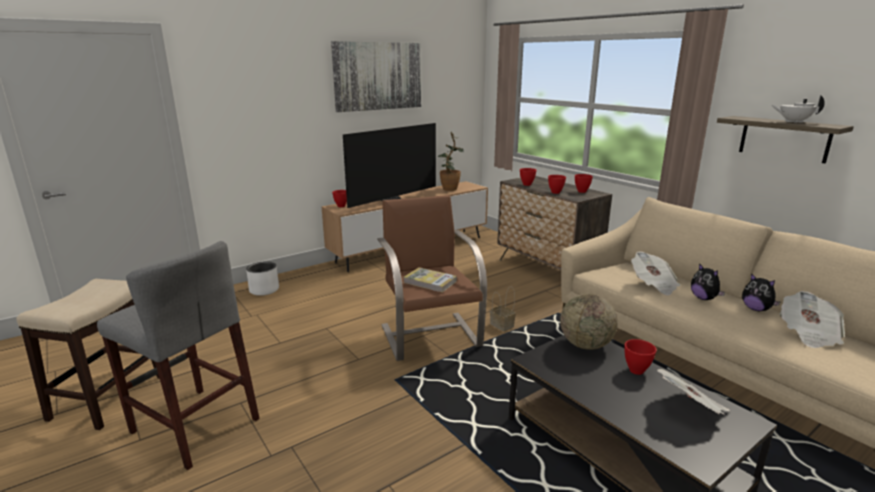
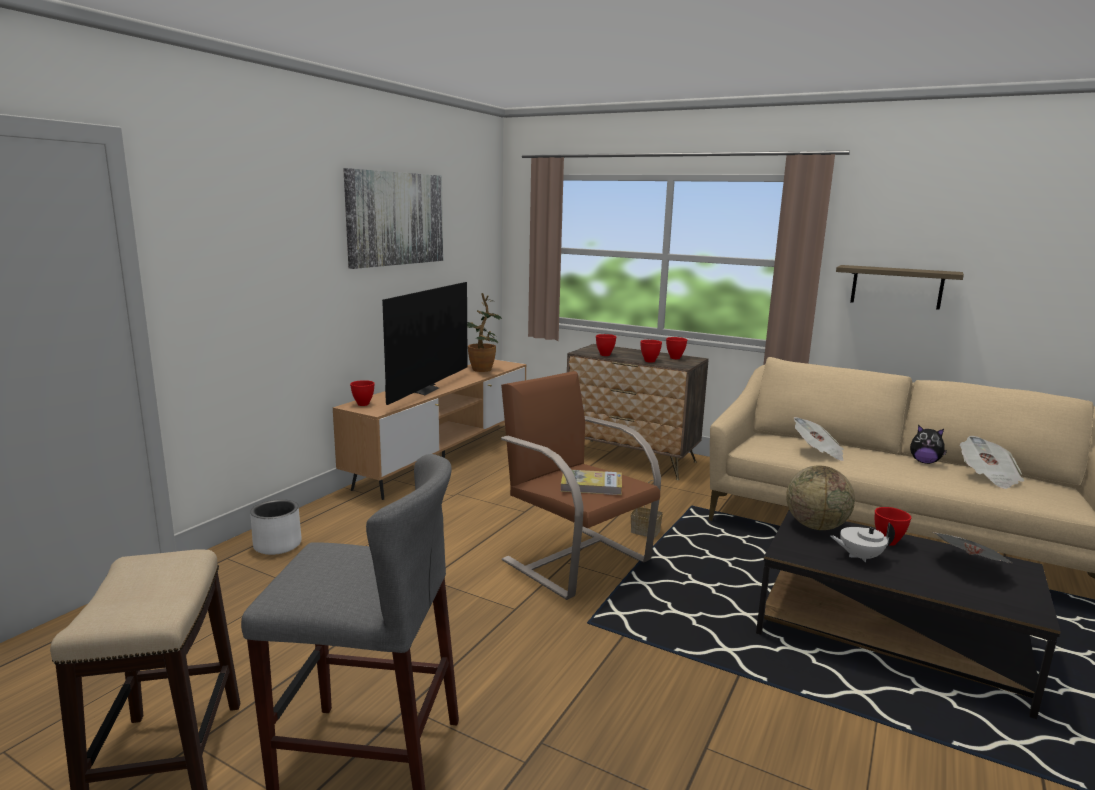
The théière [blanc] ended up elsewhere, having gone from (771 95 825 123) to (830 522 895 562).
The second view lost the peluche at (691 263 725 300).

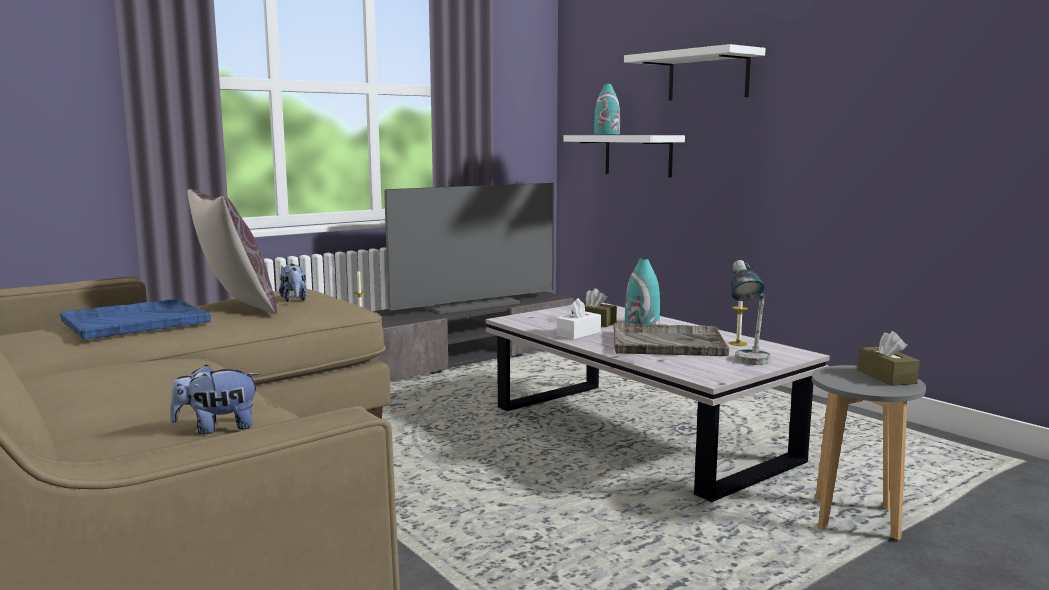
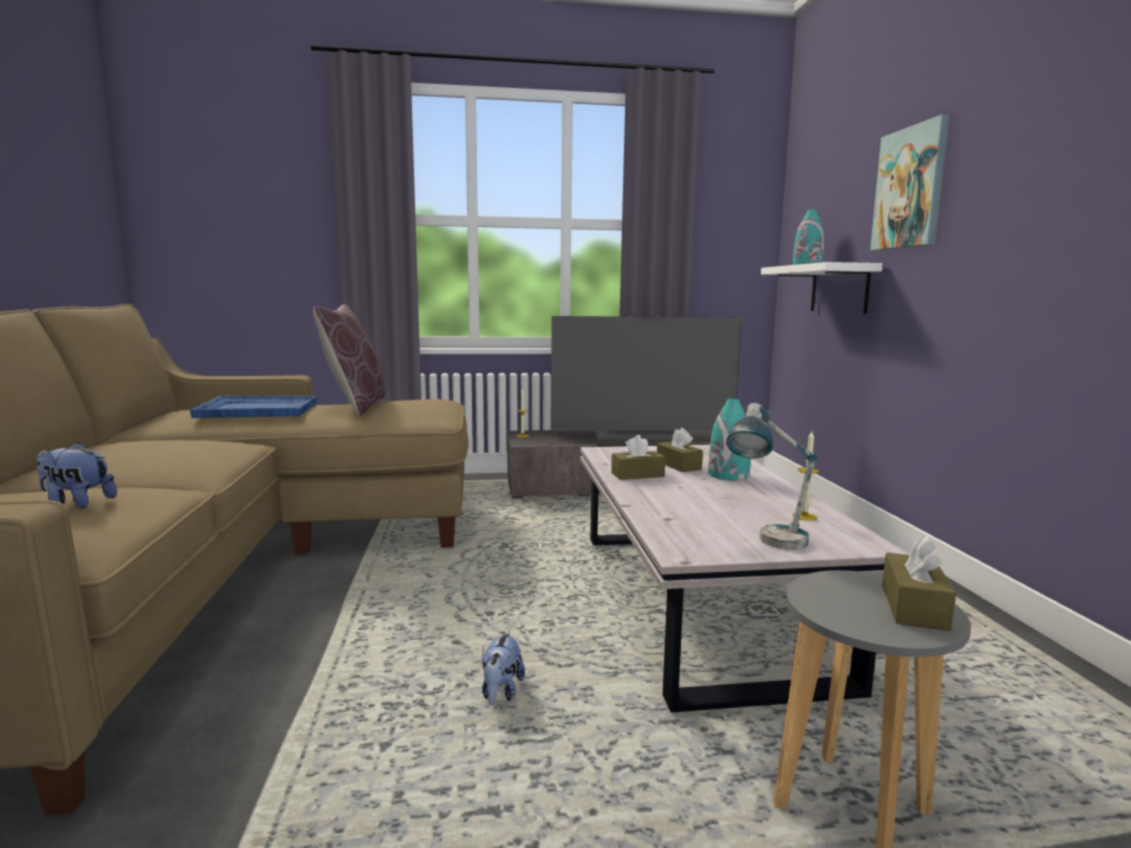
Where the étagère [blanc] hung at (624 44 766 100), the tableau came to hang at (870 114 950 250).
The peluche ended up elsewhere, having gone from (279 264 307 302) to (482 631 525 706).
What was the boîte à mouchoirs [blanc] at (557 298 601 340) turned into the boîte à mouchoirs [marron] at (611 435 665 480).
The second view lost the plateau [gris] at (613 322 729 356).

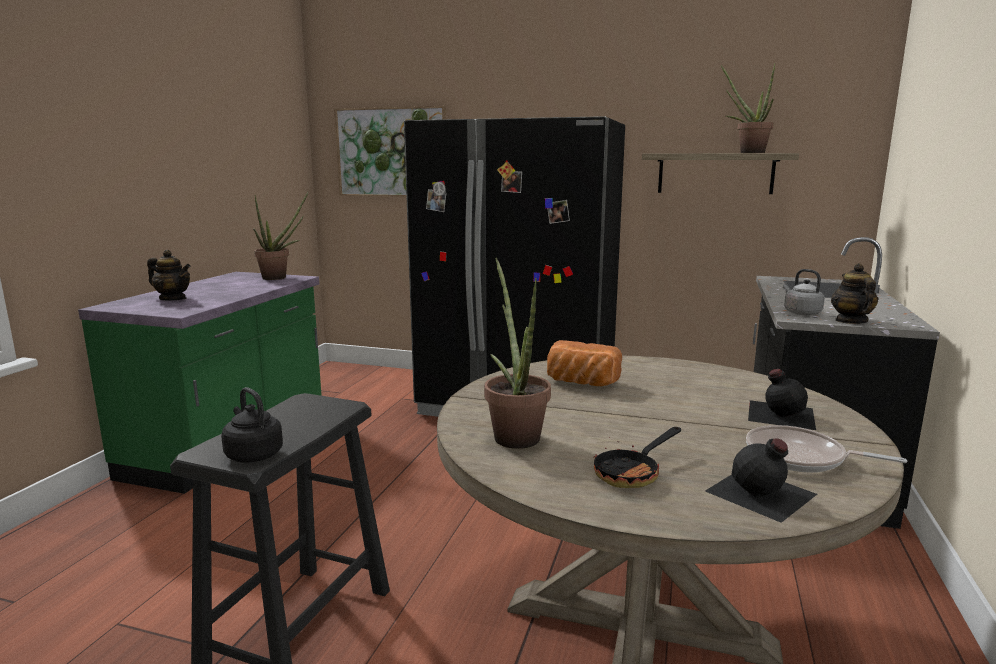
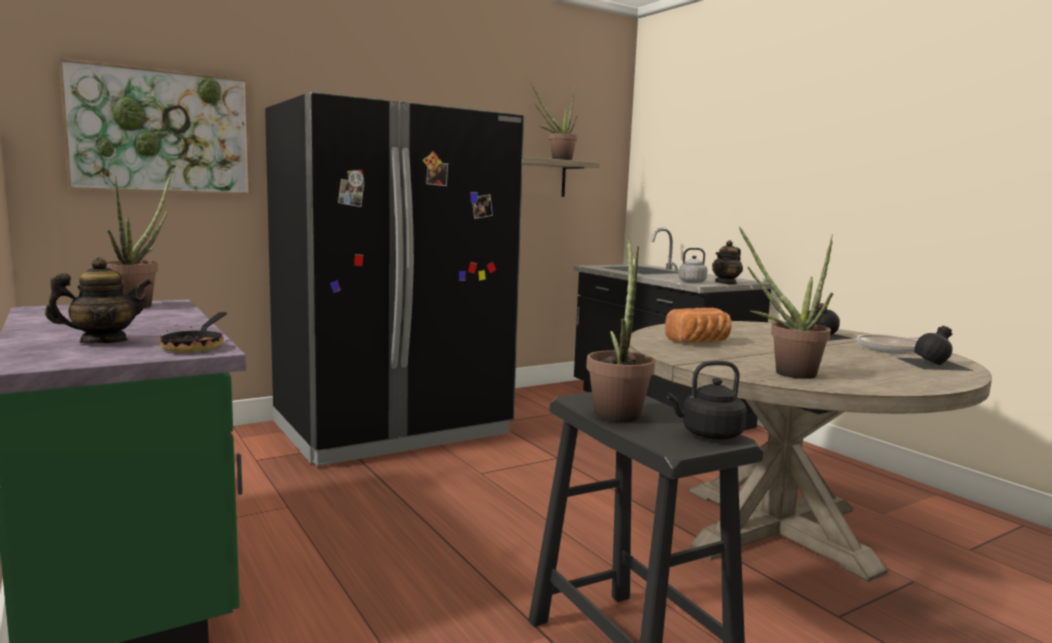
The théière at (831 263 878 324) ended up facing another way, 90 degrees counterclockwise from before.
The poêle ended up elsewhere, having gone from (593 427 681 488) to (159 312 227 353).
The second view gained the plante en pot at (586 236 655 422).

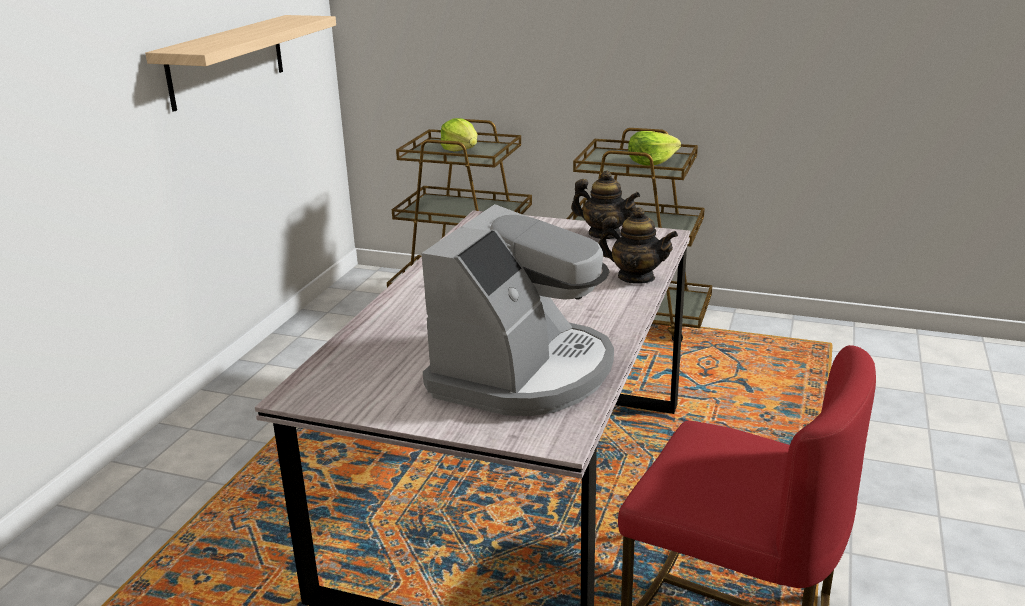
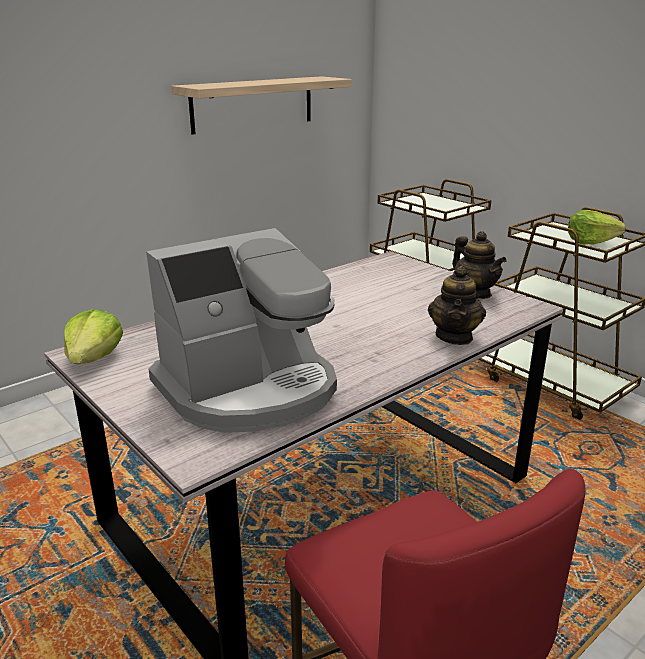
The laitue ended up elsewhere, having gone from (441 118 477 151) to (64 309 123 364).
The théière at (598 207 678 284) ended up facing another way, 45 degrees clockwise from before.

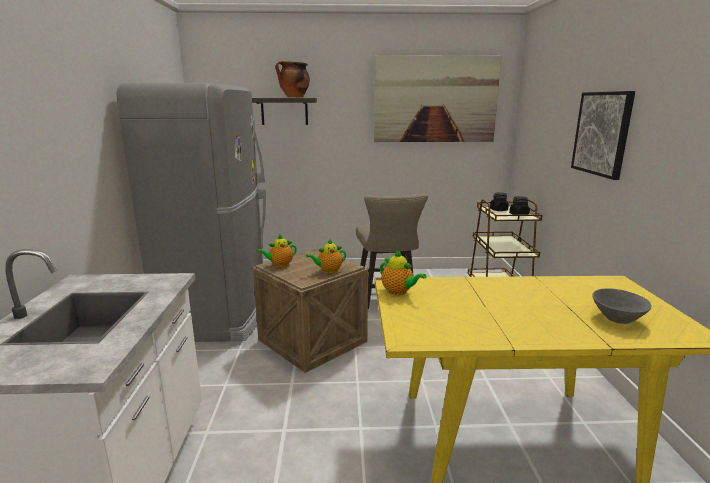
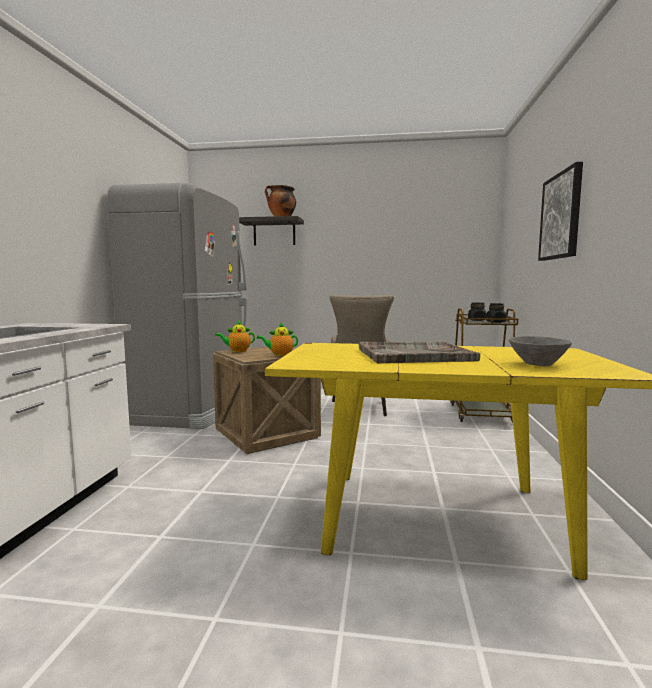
The second view lost the tableau at (374 55 501 142).
The second view lost the théière at (380 250 427 296).
The second view gained the plateau [gris] at (359 342 480 364).

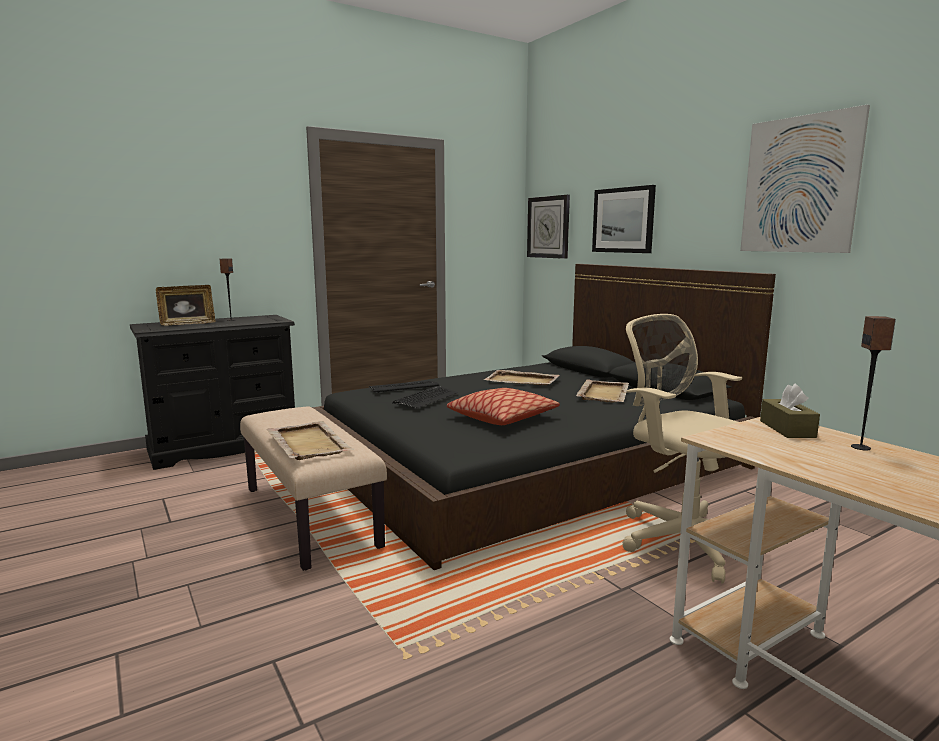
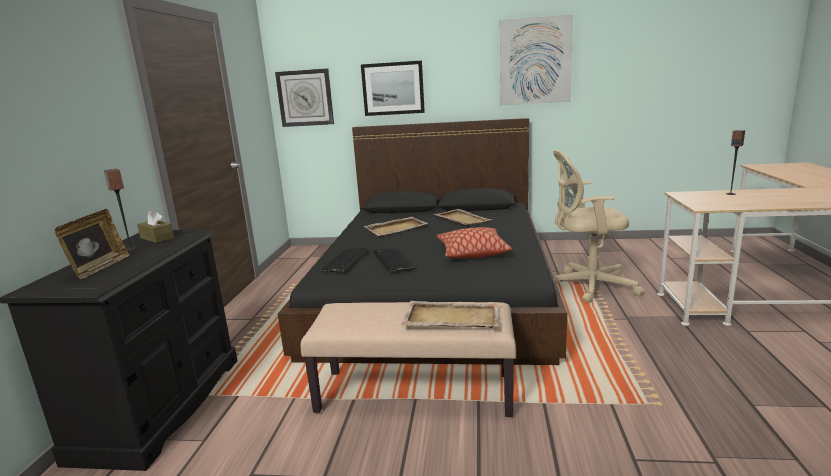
The boîte à mouchoirs [marron] ended up elsewhere, having gone from (760 383 820 438) to (137 209 174 243).

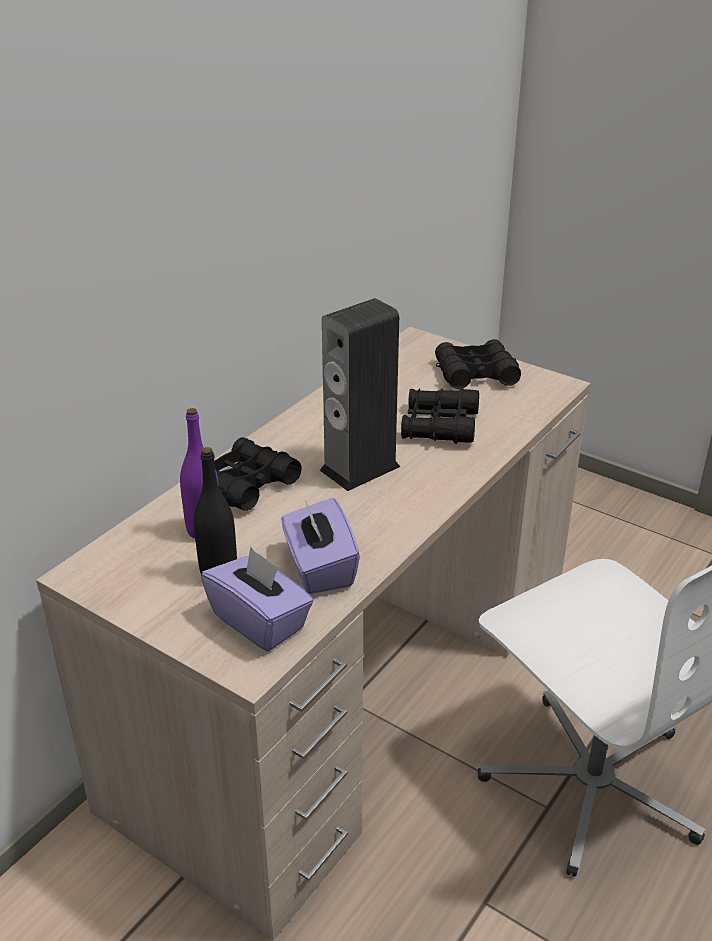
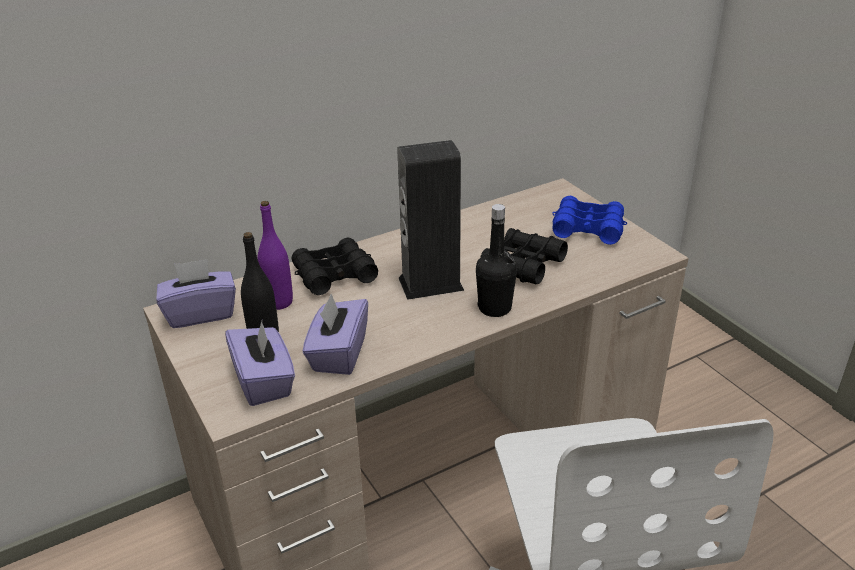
What was the jumelles [noir] at (435 339 521 389) turned into the jumelles [bleu] at (552 196 627 245).
The second view gained the bouteille [noir] at (476 204 517 317).
The second view gained the boîte à mouchoirs [violet] at (156 259 236 328).

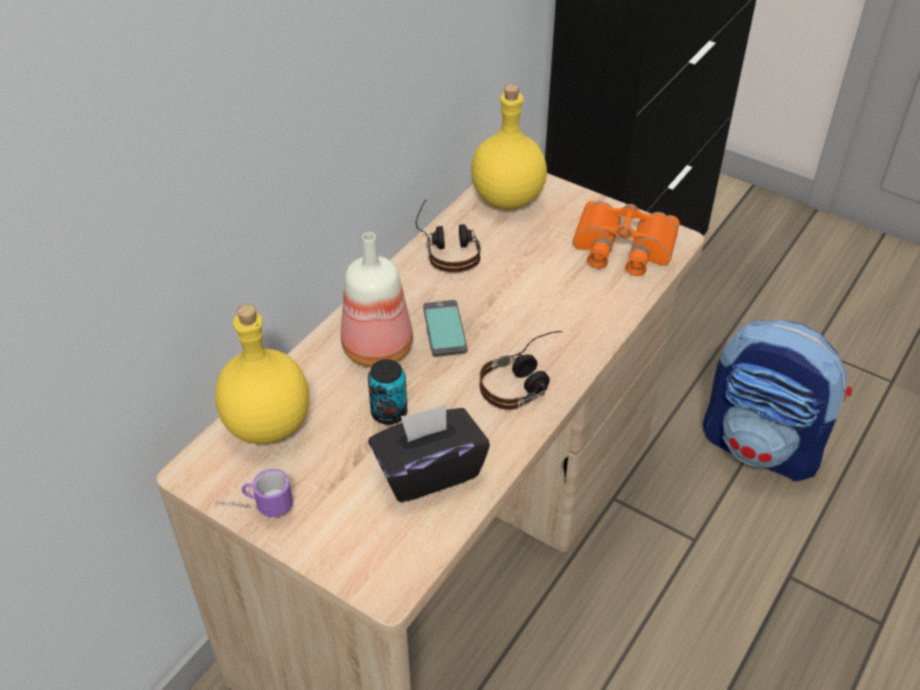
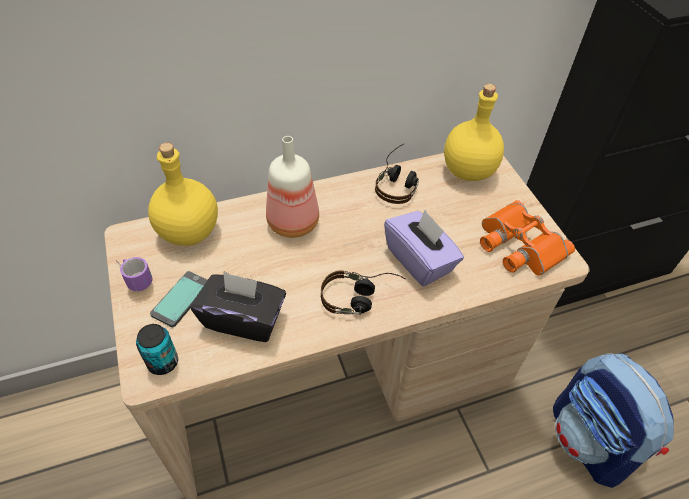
The téléphone ended up elsewhere, having gone from (423 300 468 357) to (150 271 207 327).
The boîte métallique ended up elsewhere, having gone from (368 359 407 425) to (136 324 178 375).
The second view gained the boîte à mouchoirs [violet] at (384 210 464 286).

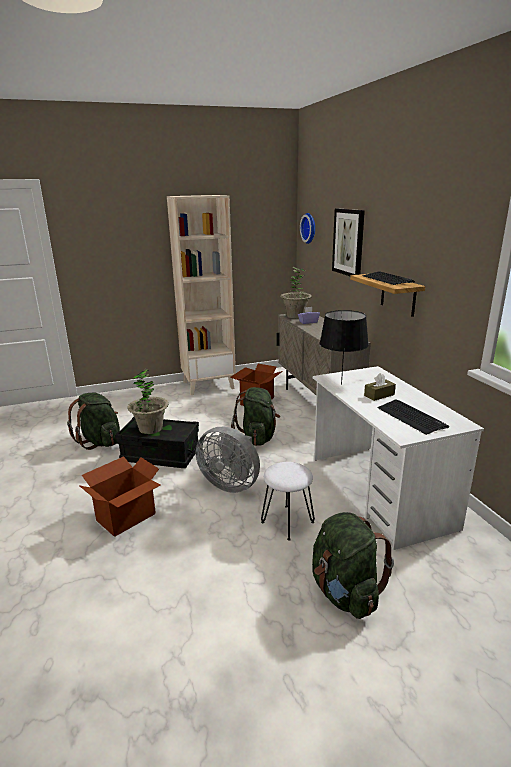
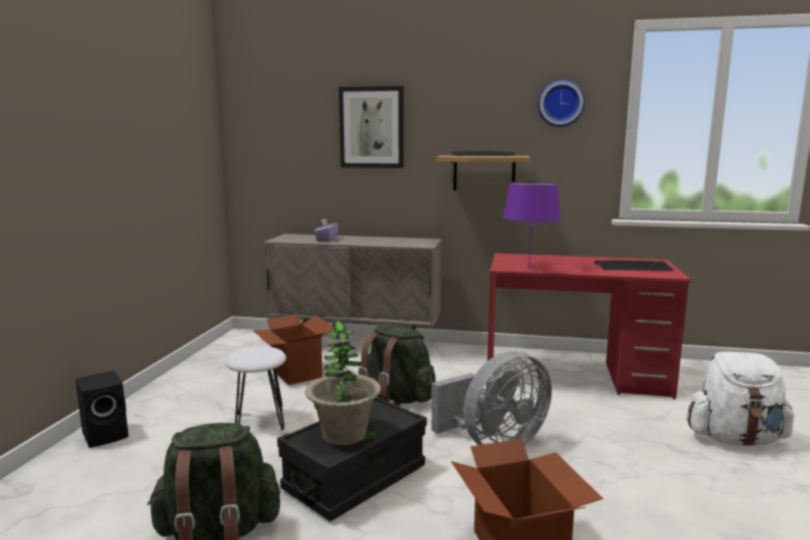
The second view lost the bibliothèque [beige] at (167 195 236 395).
The horloge murale ended up elsewhere, having gone from (300 213 315 244) to (538 79 585 127).
The second view lost the plante en pot at (280 267 312 318).
What was the lampe de table [noir] at (319 310 369 385) turned into the lampe de table [violet] at (503 182 561 268).
What was the bureau [blanc] at (313 366 484 550) turned into the bureau [rouge] at (487 253 691 399).
The second view lost the boîte à mouchoirs [marron] at (364 373 396 401).
The tabouret [blanc] ended up elsewhere, having gone from (261 462 315 541) to (226 346 286 430).
What was the sac à dos [vert] at (312 512 394 619) turned into the sac à dos [blanc] at (687 352 794 446).
The second view gained the enceinte [noir] at (75 370 129 448).

